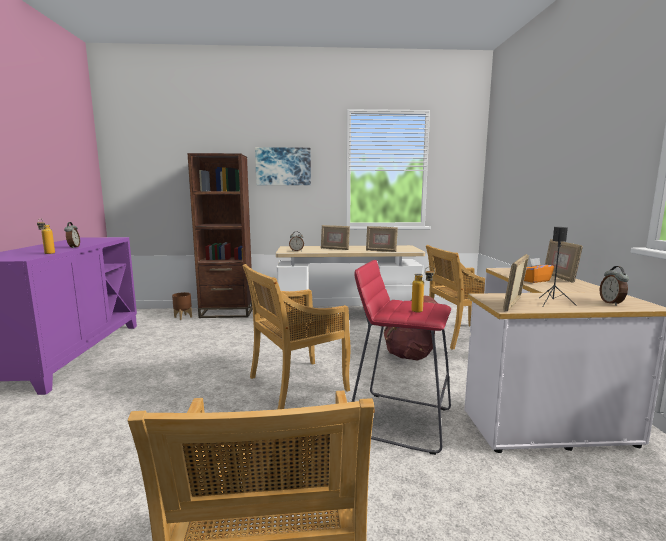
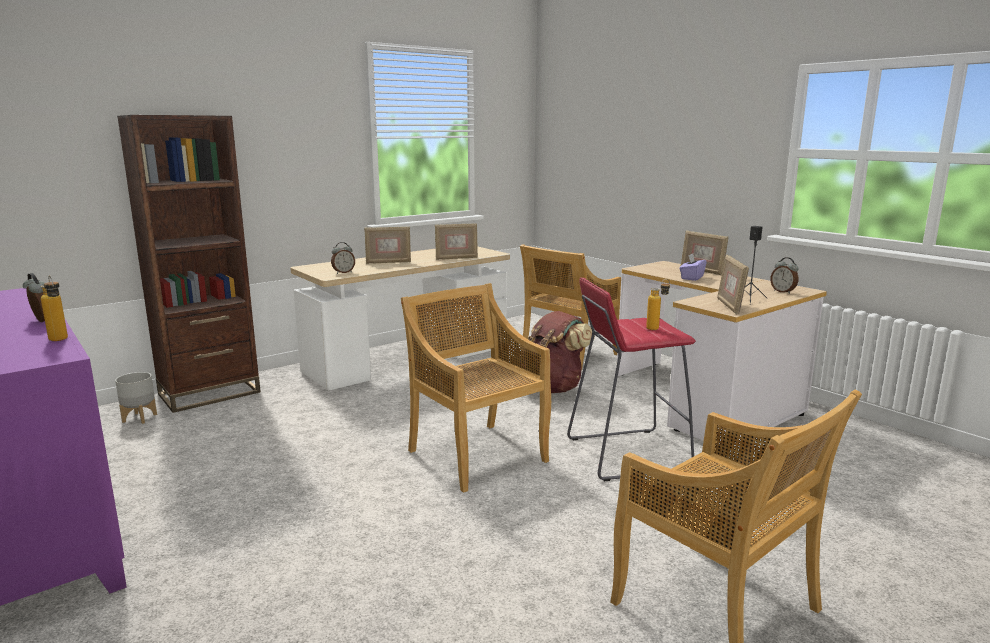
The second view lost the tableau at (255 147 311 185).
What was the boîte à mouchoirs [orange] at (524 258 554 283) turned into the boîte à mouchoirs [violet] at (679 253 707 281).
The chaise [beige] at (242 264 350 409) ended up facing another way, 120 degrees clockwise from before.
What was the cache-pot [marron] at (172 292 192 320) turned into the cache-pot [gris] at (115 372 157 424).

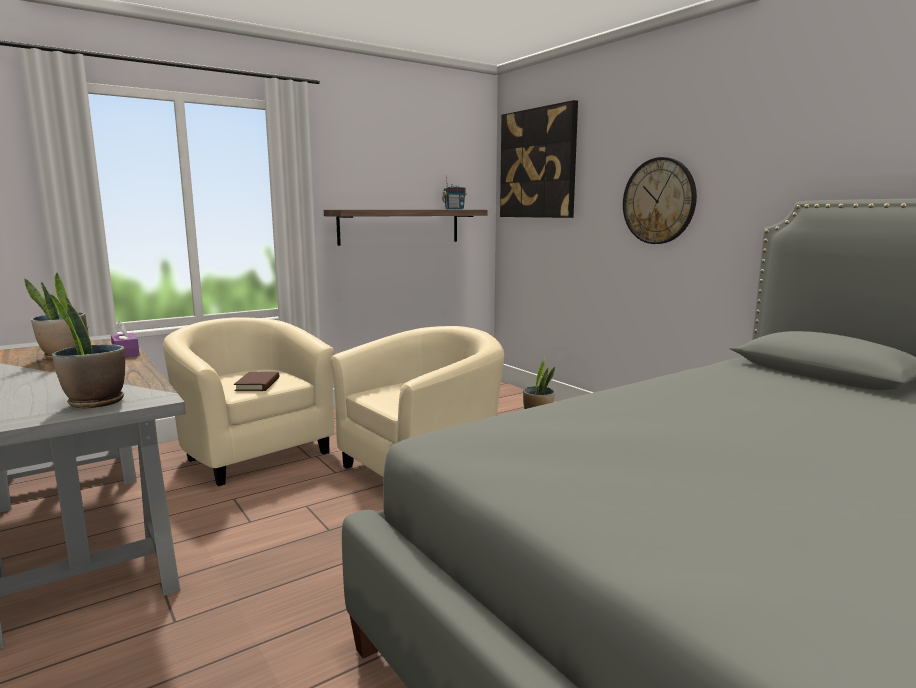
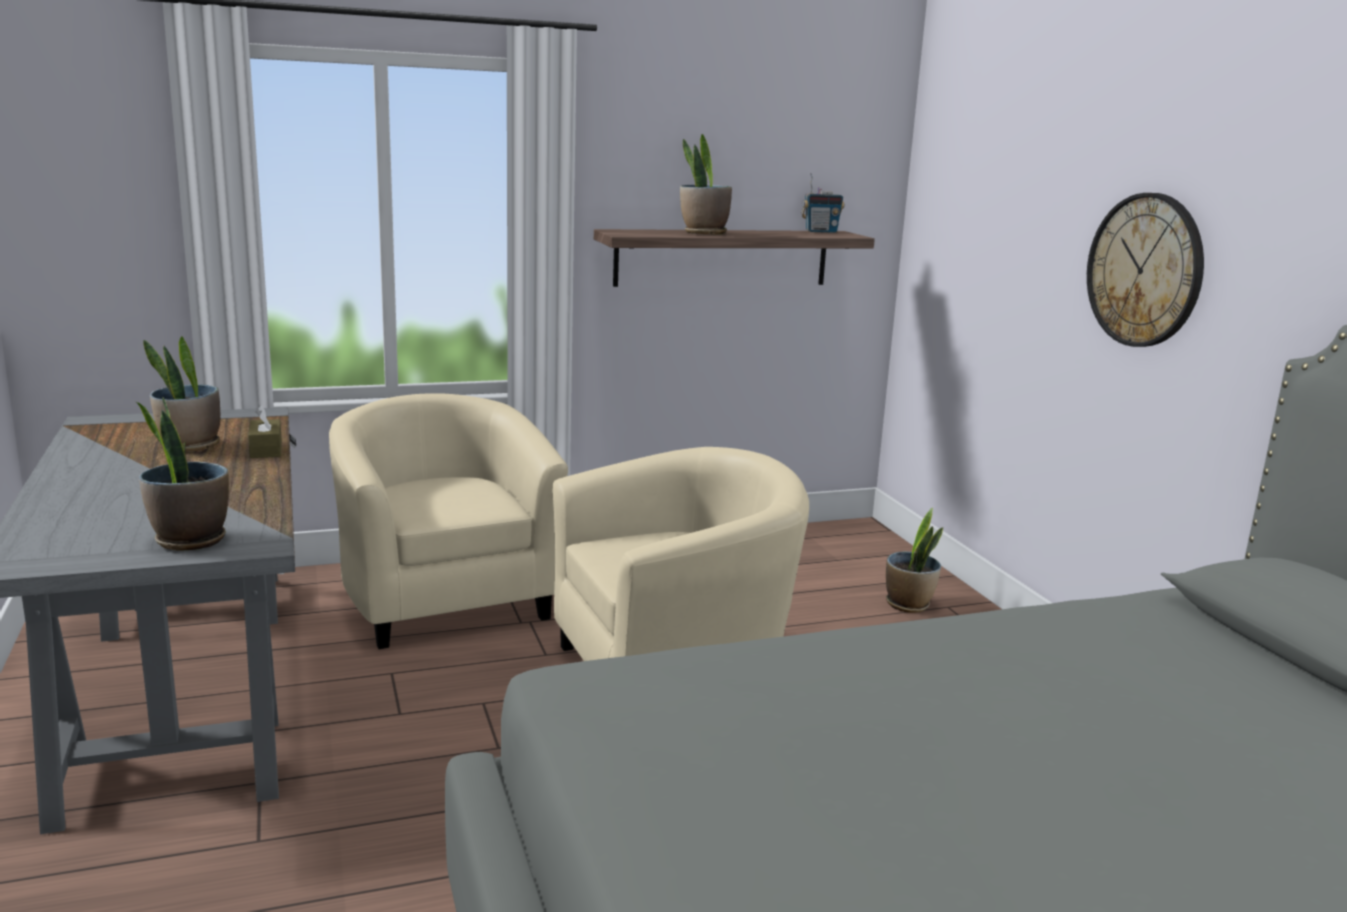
The second view lost the tableau at (500 100 578 218).
What was the boîte à mouchoirs [violet] at (111 321 140 357) turned into the boîte à mouchoirs [marron] at (248 405 282 458).
The second view lost the livre [marron] at (234 372 279 391).
The second view gained the plante en pot at (680 134 732 234).

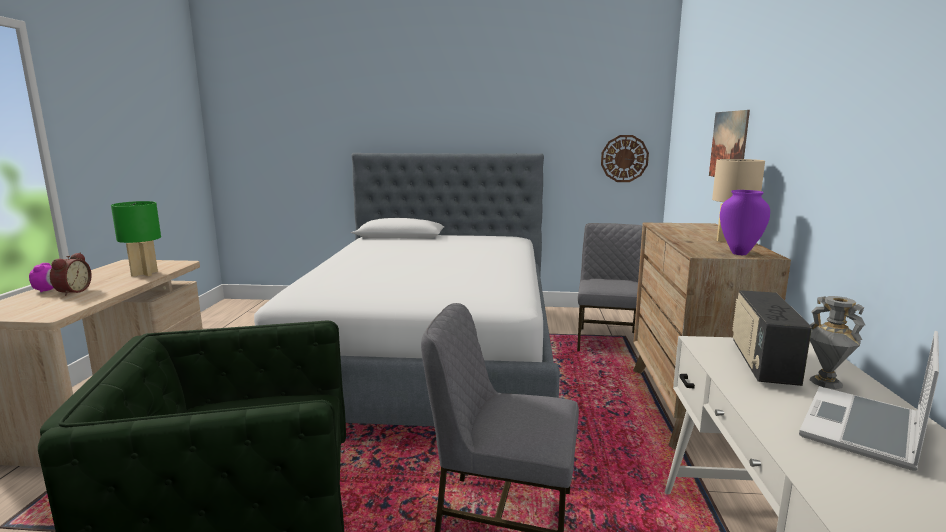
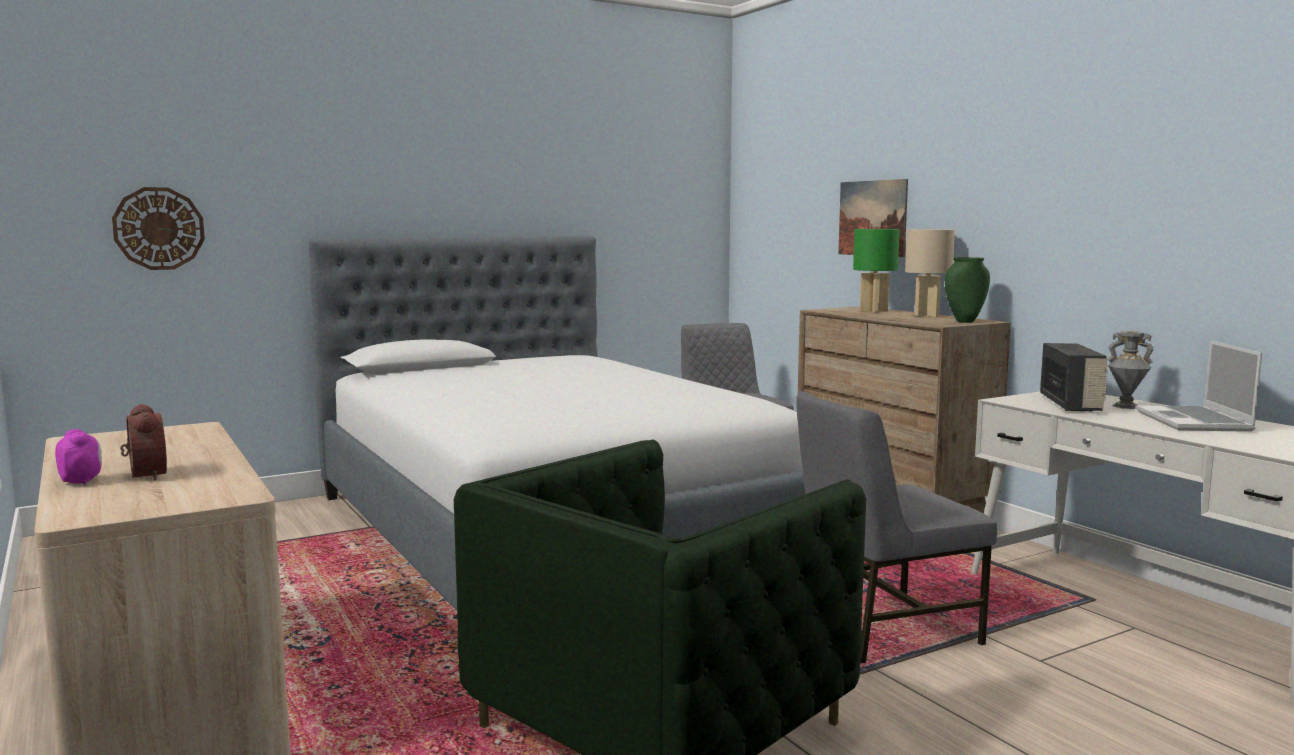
The horloge murale ended up elsewhere, having gone from (601 135 649 182) to (112 187 205 270).
What was the vase [violet] at (720 190 770 255) turned into the vase [vert] at (945 257 990 323).
The lampe de table [vert] ended up elsewhere, having gone from (111 201 161 277) to (853 229 900 313).
The radio at (732 290 812 386) ended up facing another way, 150 degrees counterclockwise from before.

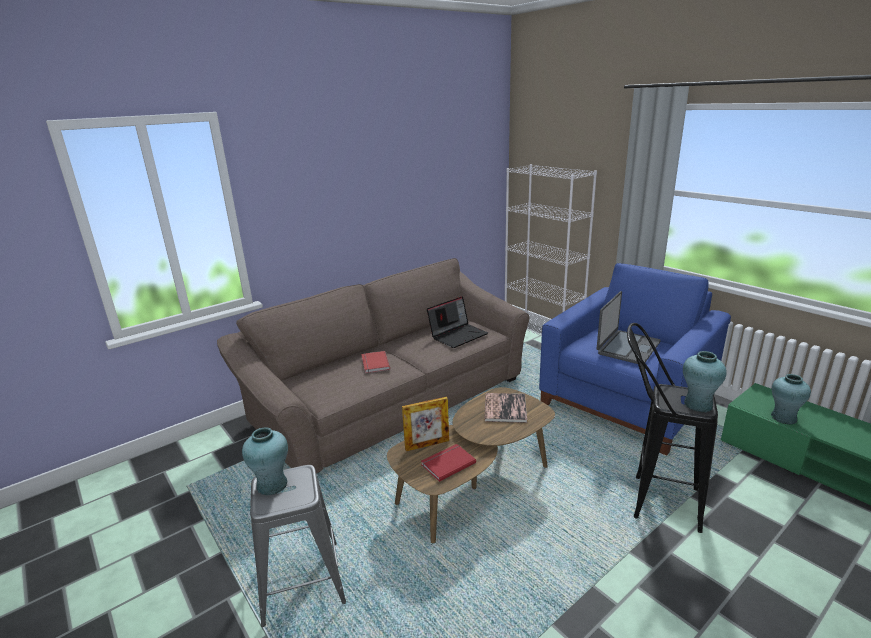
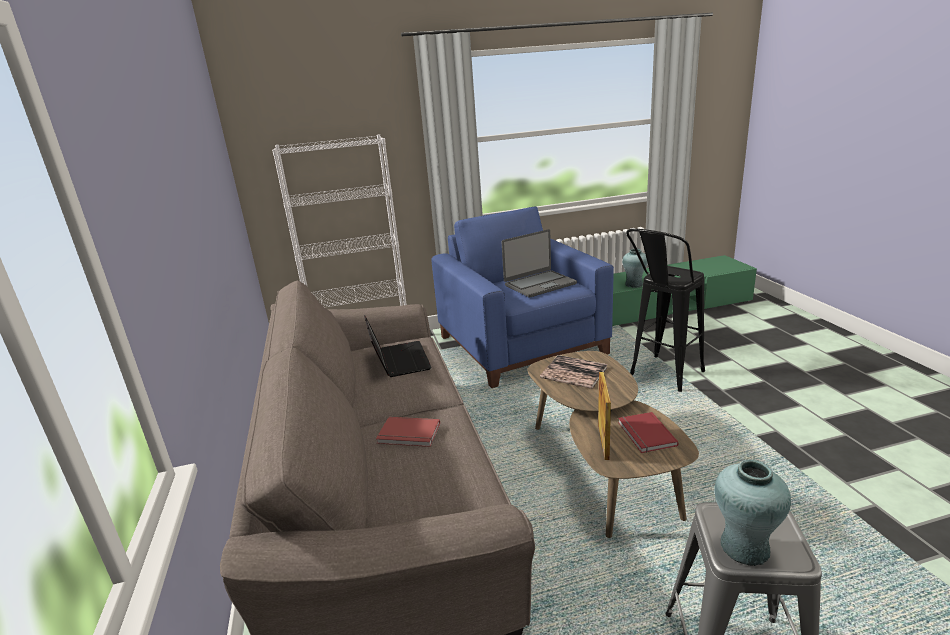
The ordinateur portable at (597 291 661 364) ended up facing another way, 90 degrees clockwise from before.
The second view lost the vase [turquoise] at (683 351 726 412).

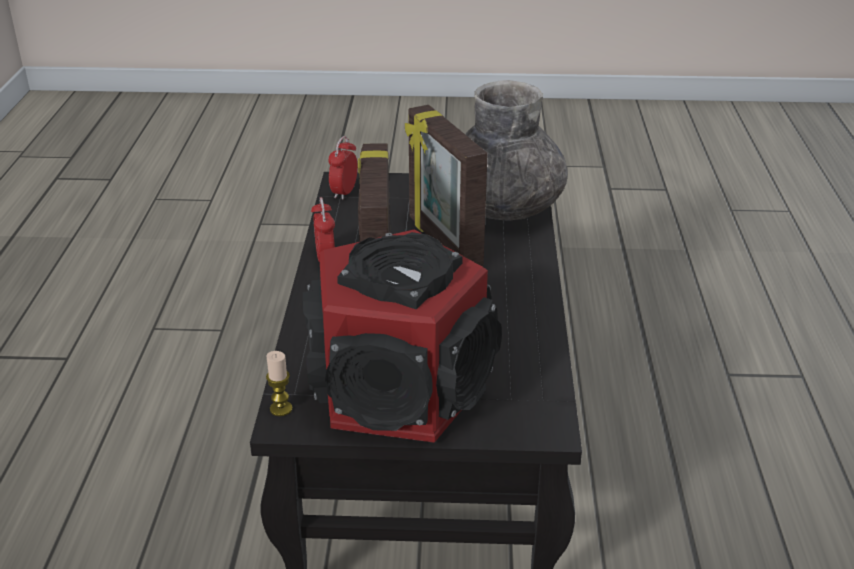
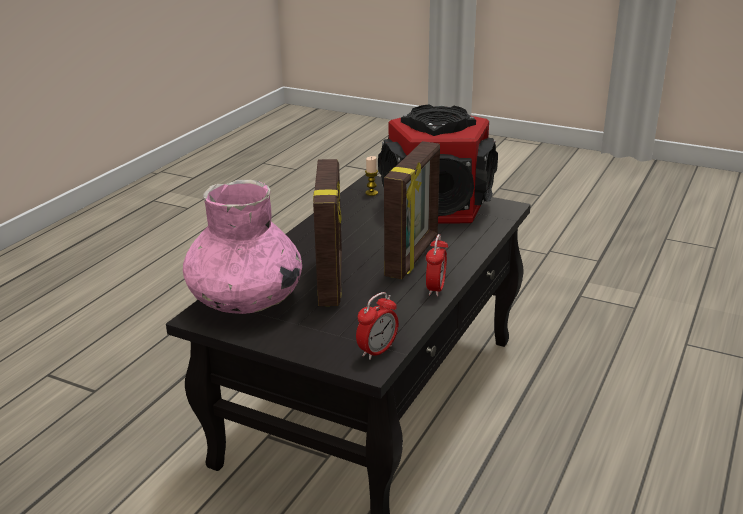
What was the vase [gris] at (465 80 568 221) turned into the vase [rose] at (183 180 302 314).
The bougie ended up elsewhere, having gone from (266 351 292 416) to (365 156 378 196).

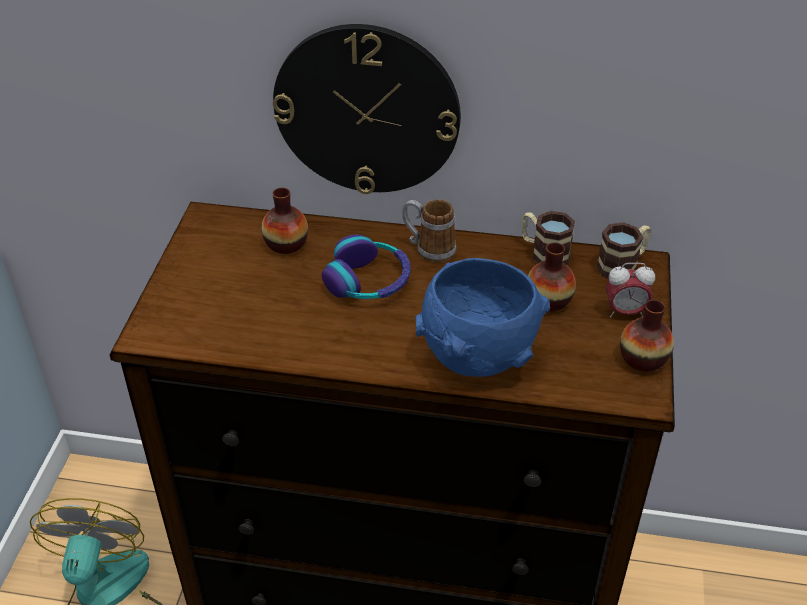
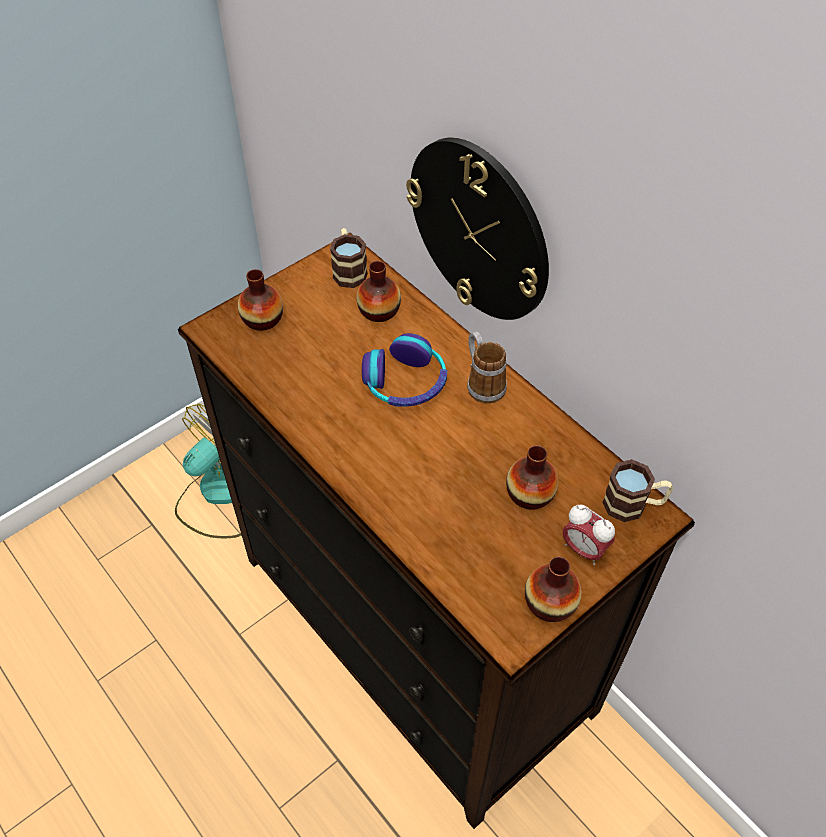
The mug ended up elsewhere, having gone from (522 211 575 265) to (330 228 368 288).
The second view lost the bol [bleu] at (415 258 550 377).
The second view gained the vase at (238 269 283 331).

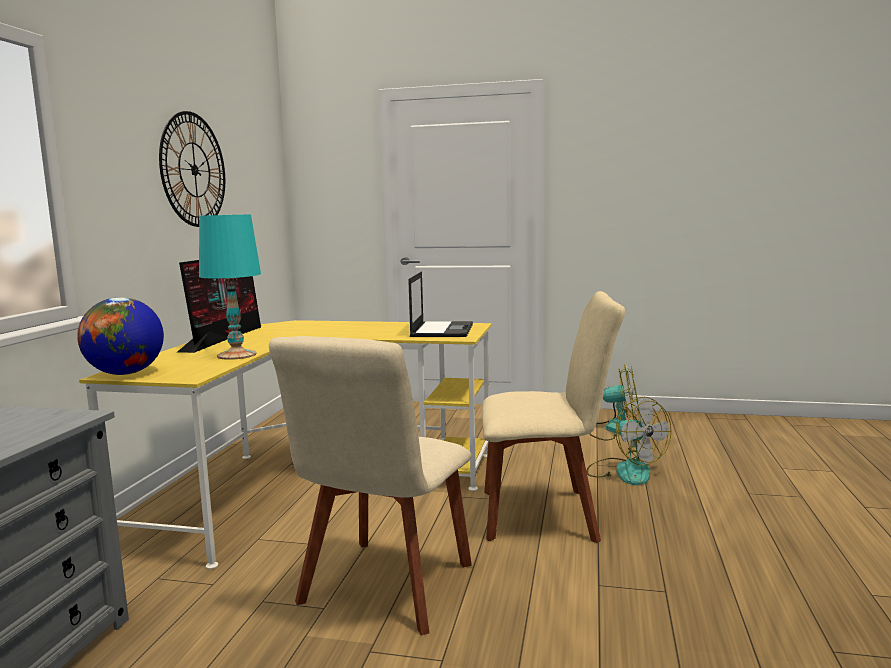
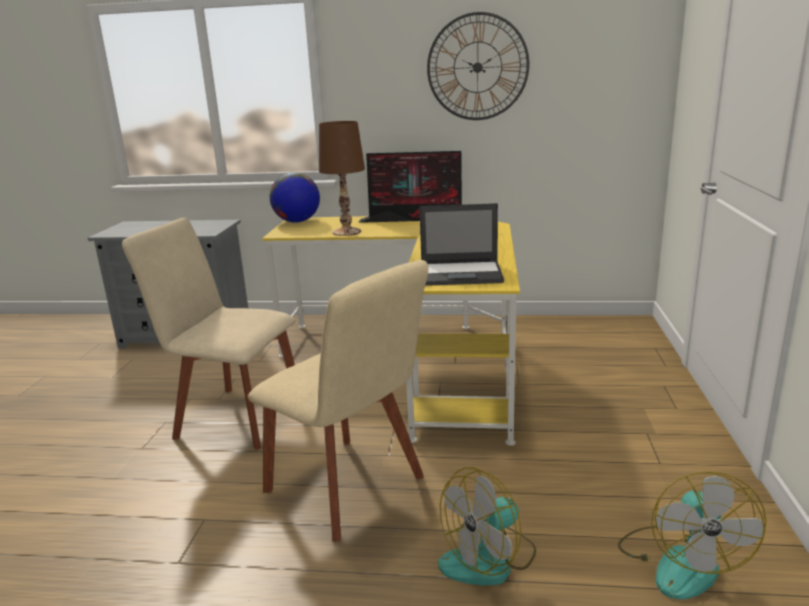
What was the lampe de table [turquoise] at (199 214 261 360) turned into the lampe de table [marron] at (319 121 365 236).
The chaise [beige] at (482 291 625 543) ended up facing another way, 45 degrees counterclockwise from before.

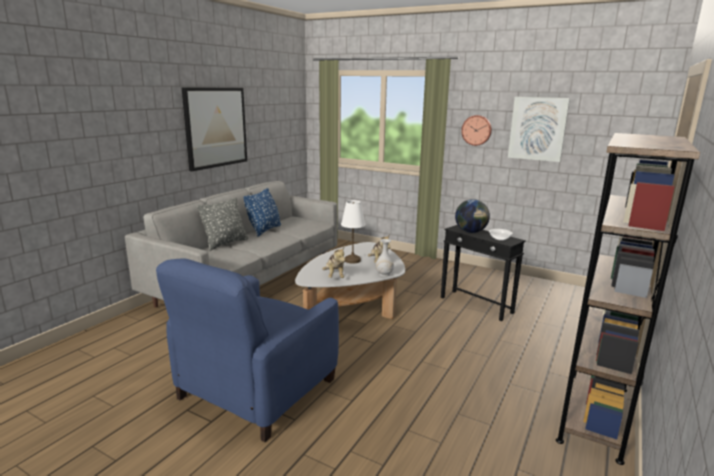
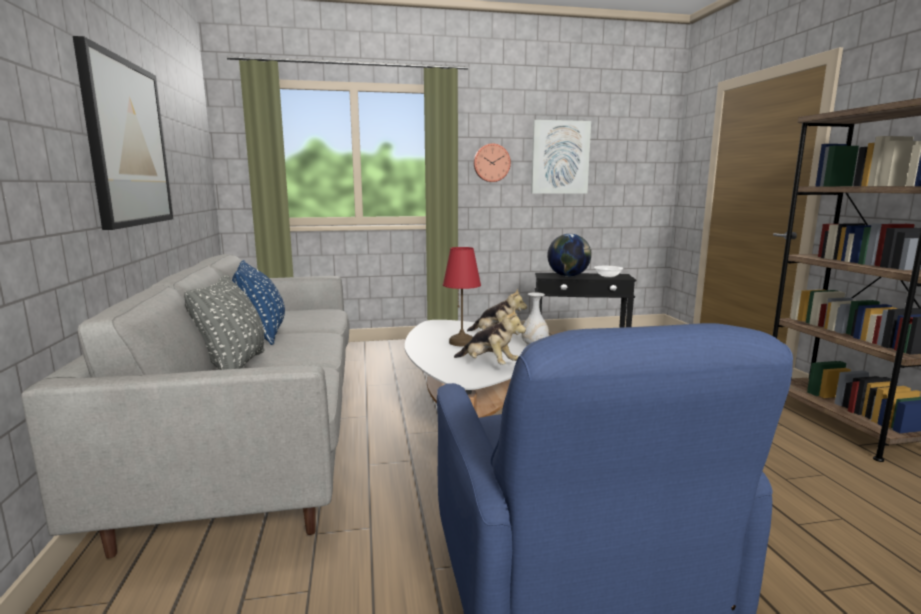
What was the lampe de table [blanc] at (341 200 365 263) turned into the lampe de table [rouge] at (443 247 481 346).

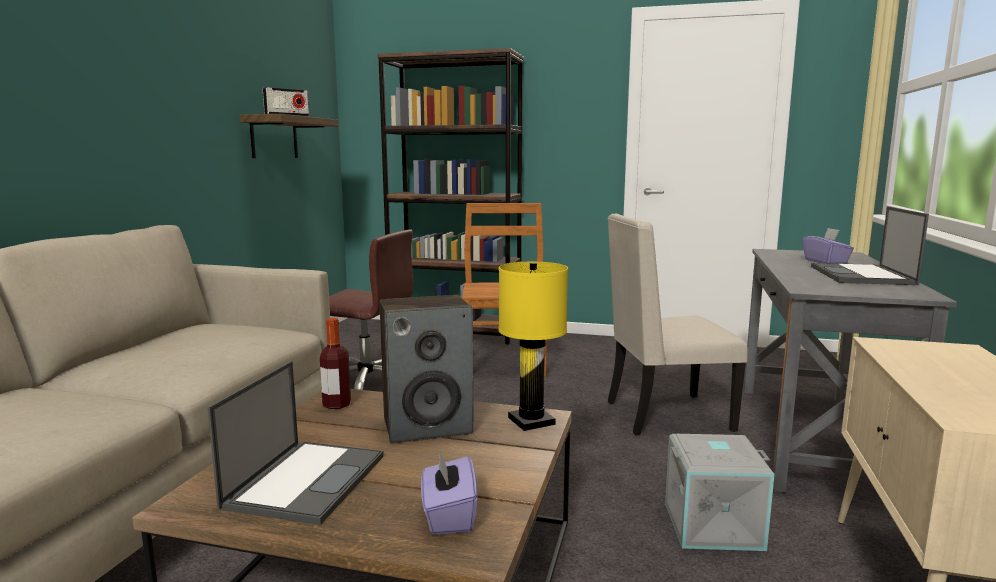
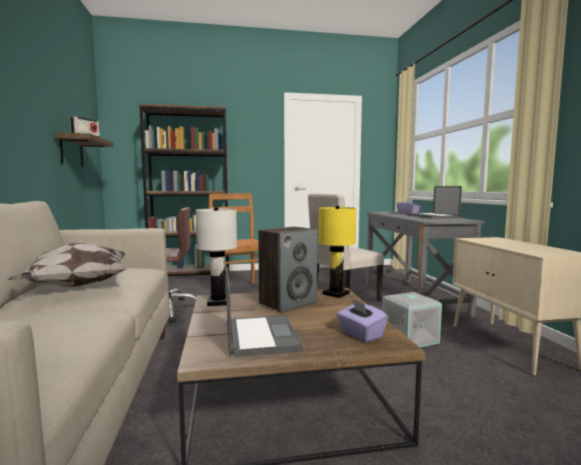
Where the bouteille stood at (320 318 351 409), the lampe de table [blanc] came to stand at (195 207 237 306).
The second view gained the coussin at (7 242 127 287).

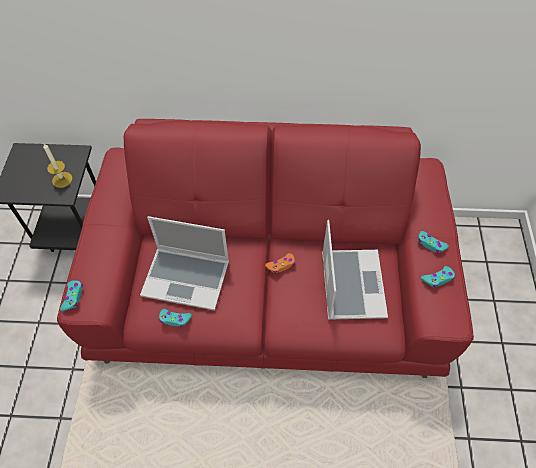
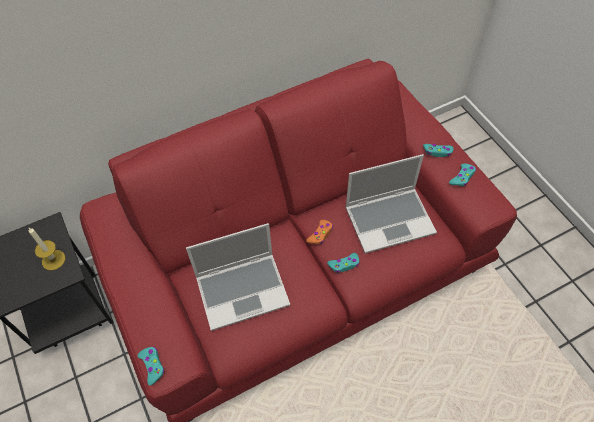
The ordinateur portable at (322 220 388 320) ended up facing another way, 105 degrees clockwise from before.
The manette [turquoise] ended up elsewhere, having gone from (159 309 192 327) to (327 253 360 273).

